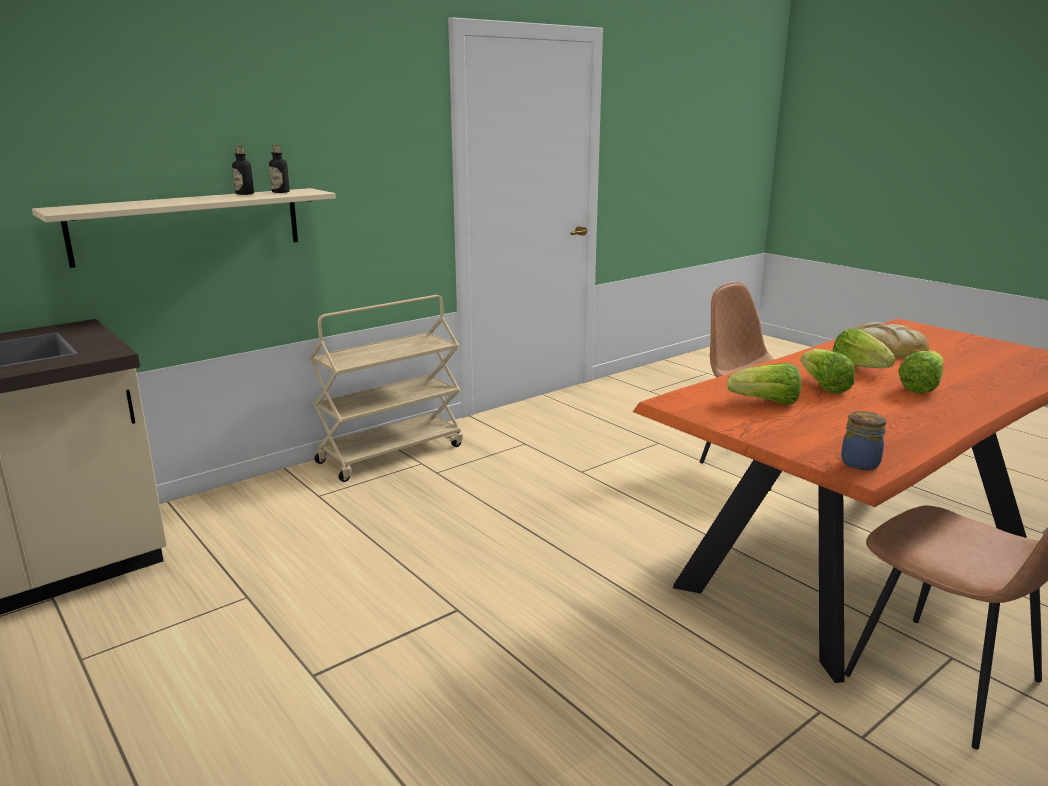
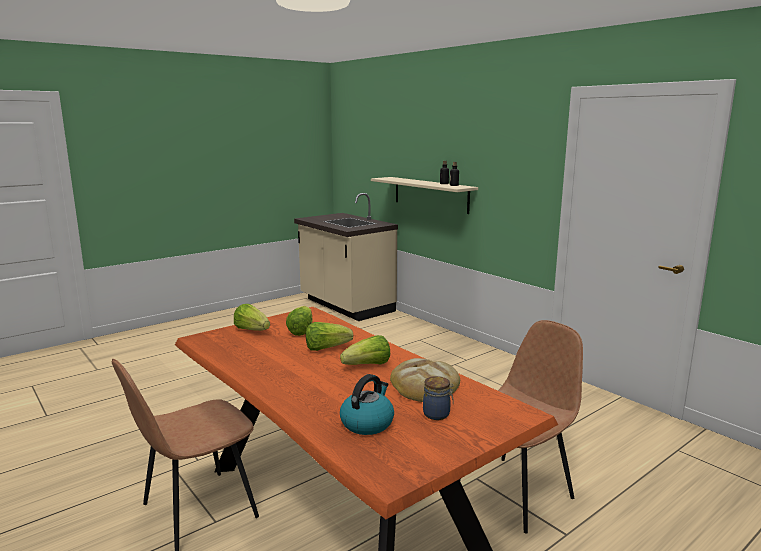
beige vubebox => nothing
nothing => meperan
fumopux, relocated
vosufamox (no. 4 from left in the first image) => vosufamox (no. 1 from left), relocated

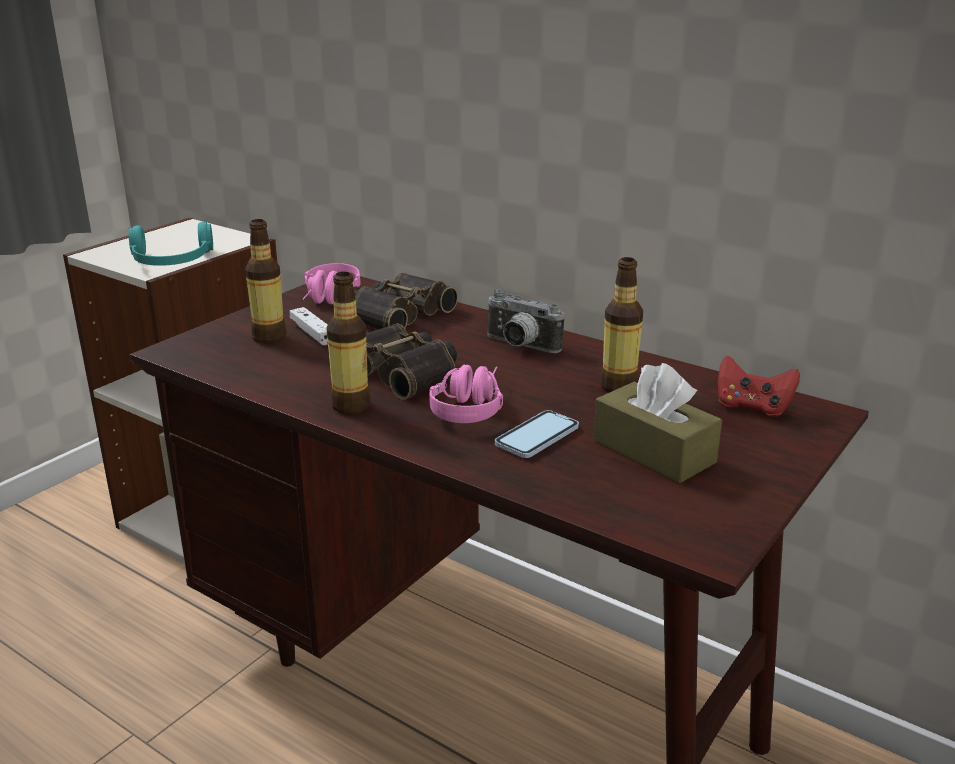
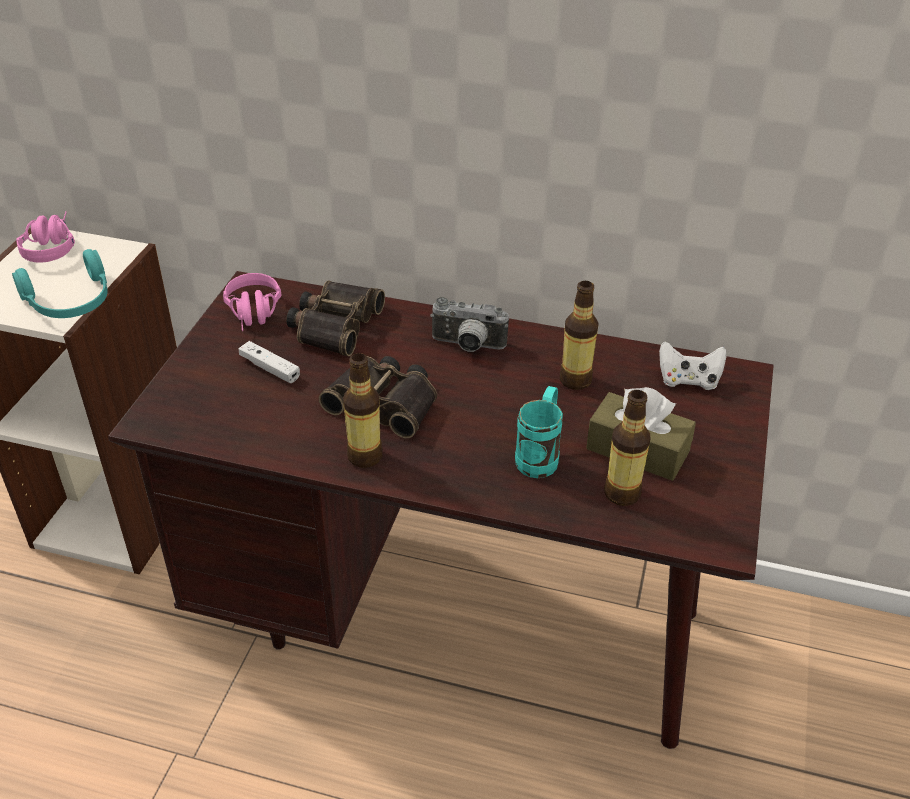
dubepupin (no. 1 from left in the first image) => dubepupin (no. 3 from left), relocated
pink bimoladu (no. 2 from left in the first image) => pink bimoladu (no. 1 from left), relocated
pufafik => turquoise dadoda
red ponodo => white ponodo (no. 2 from left)

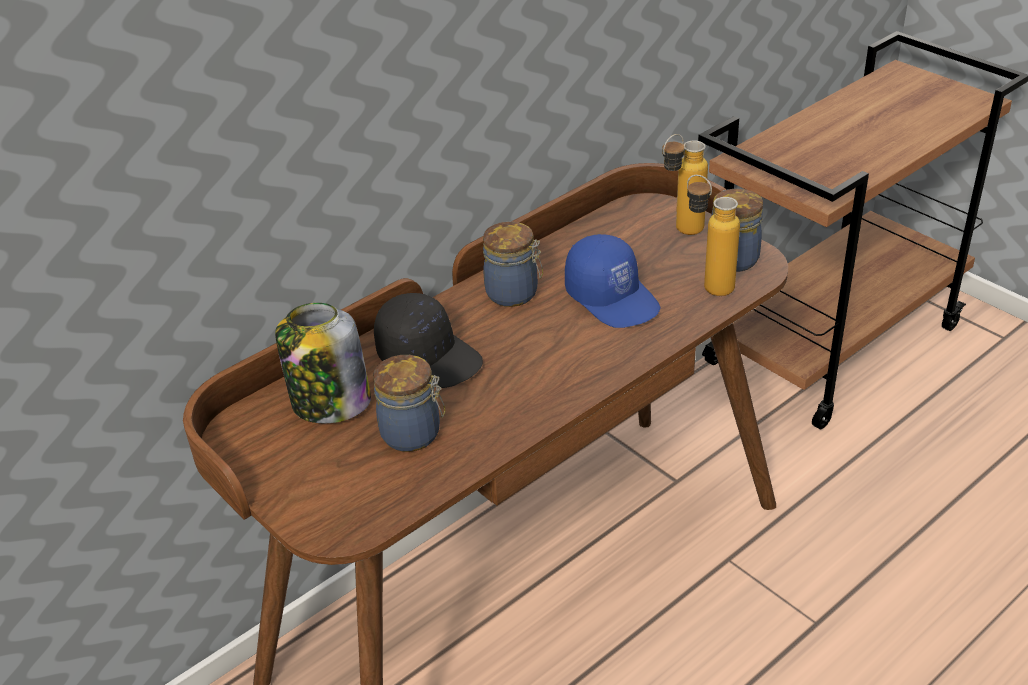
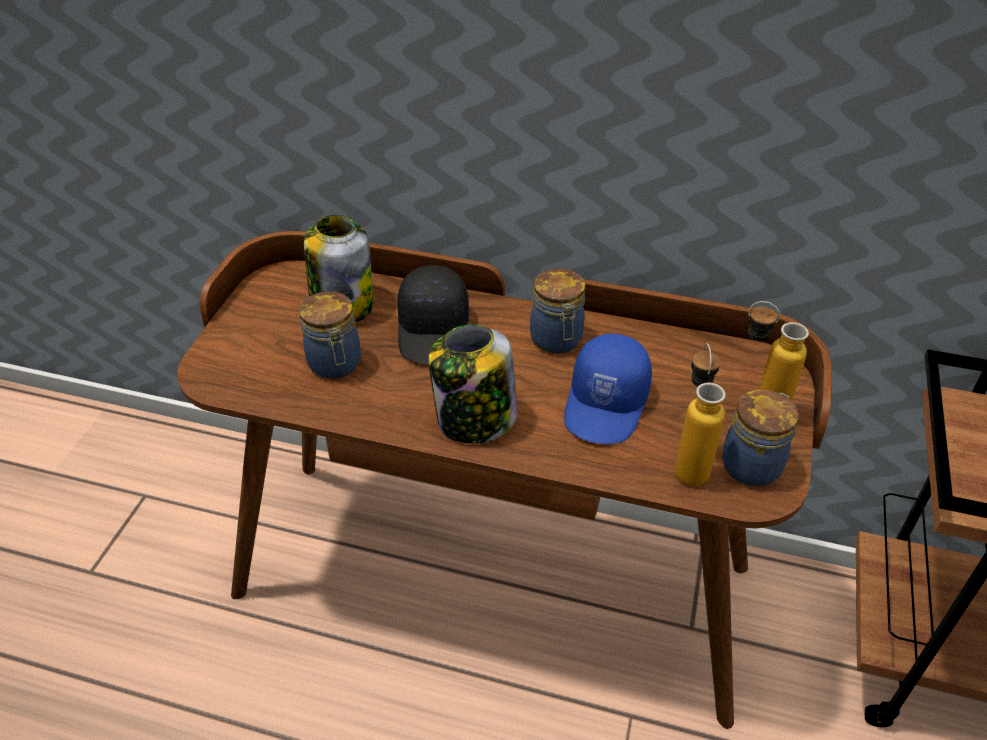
nothing => fumopux (no. 3 from left)

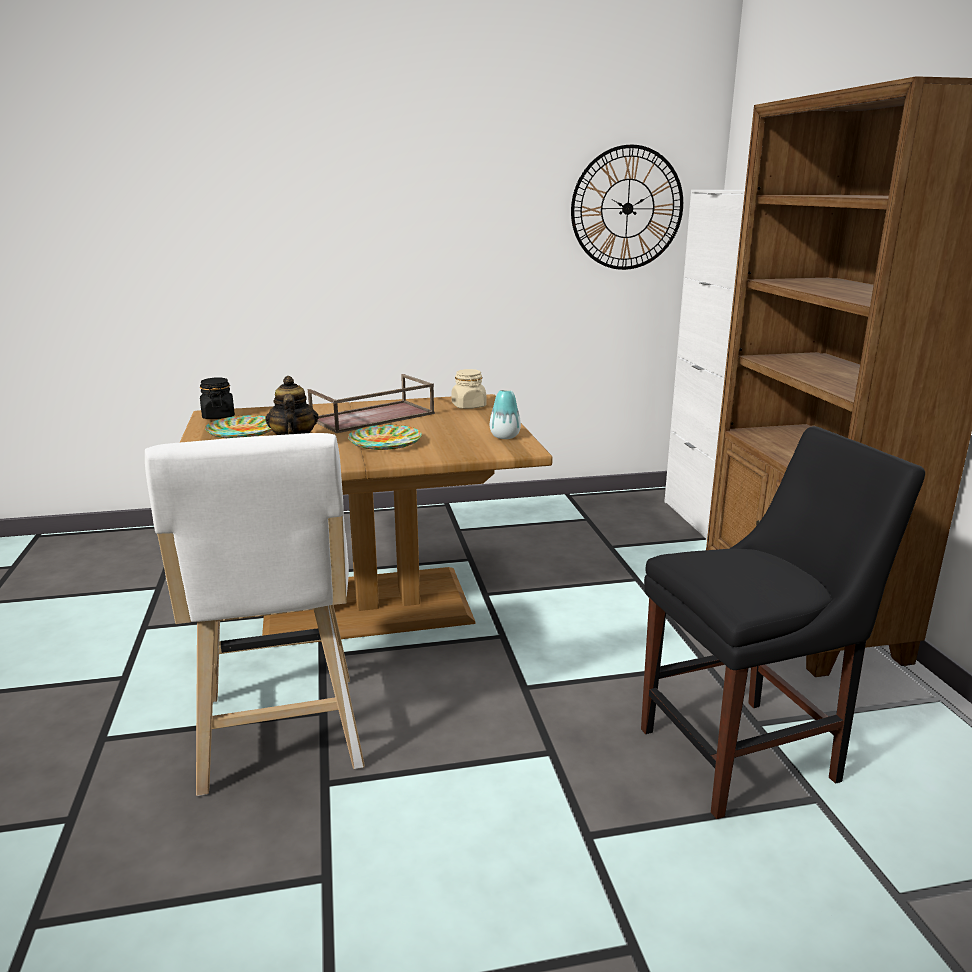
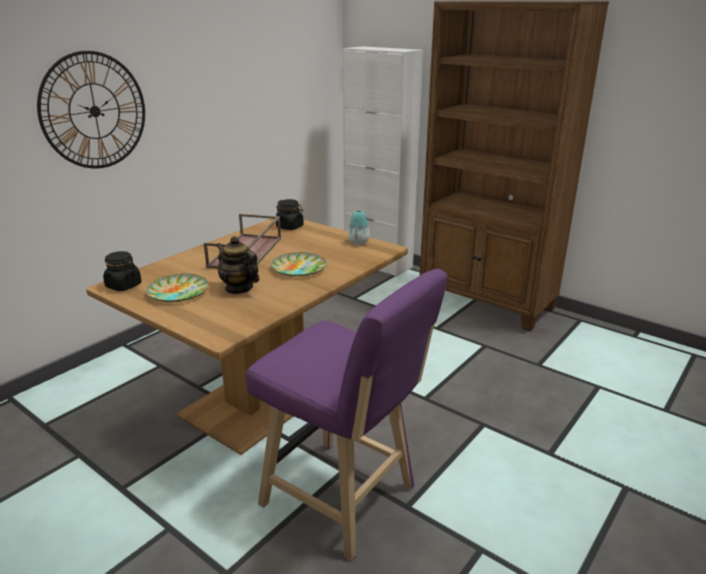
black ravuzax => nothing
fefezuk, relocated
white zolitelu => purple zolitelu
beige fumopux => black fumopux (no. 2 from left)

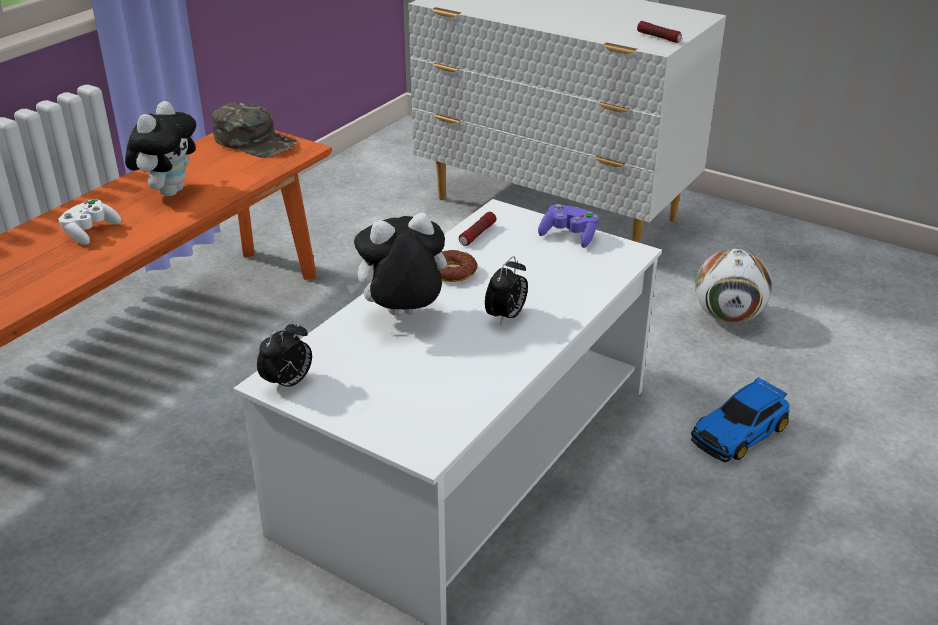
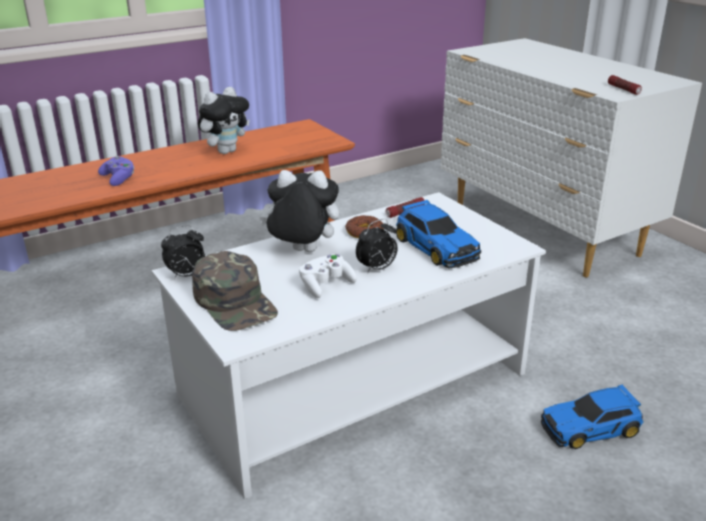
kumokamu => nothing
nothing => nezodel (no. 1 from left)
white ponodo, relocated
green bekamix, relocated
purple ponodo, relocated

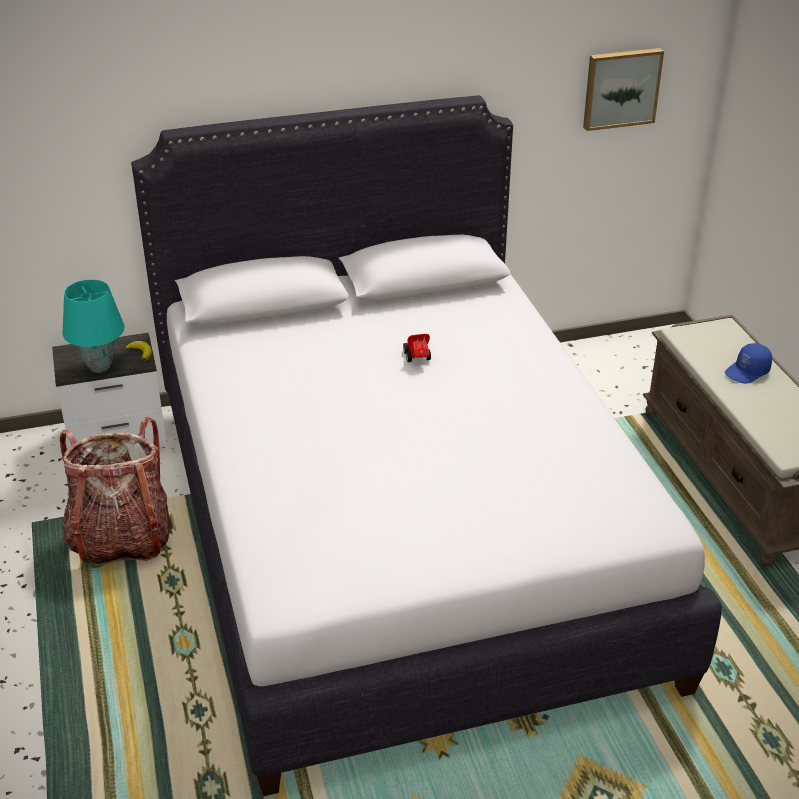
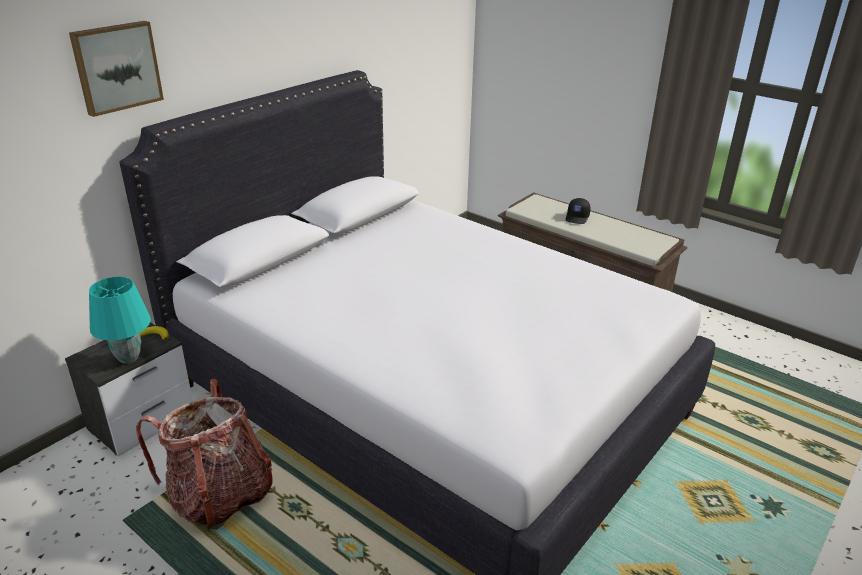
nezodel => nothing
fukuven, relocated
blue bekamix => black bekamix

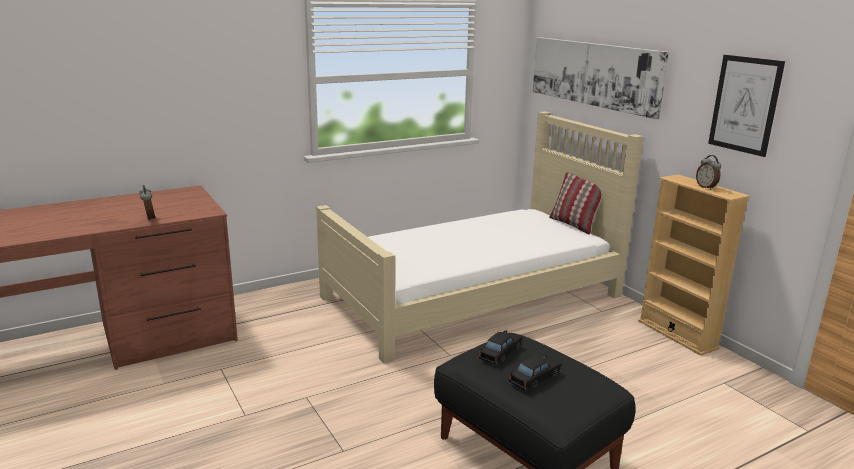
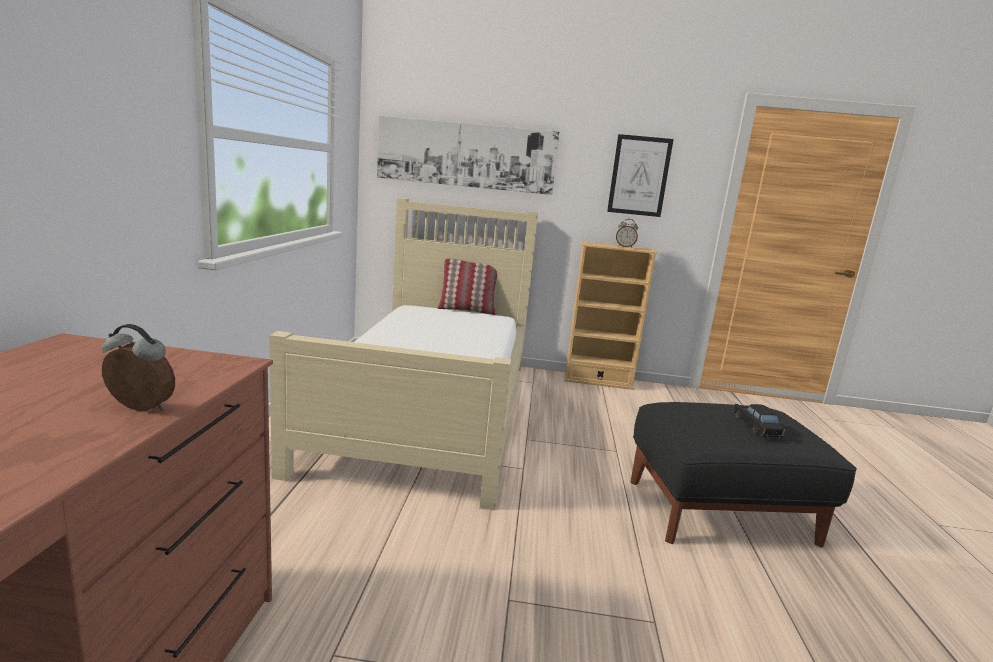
black nezodel (no. 1 from left) => nothing

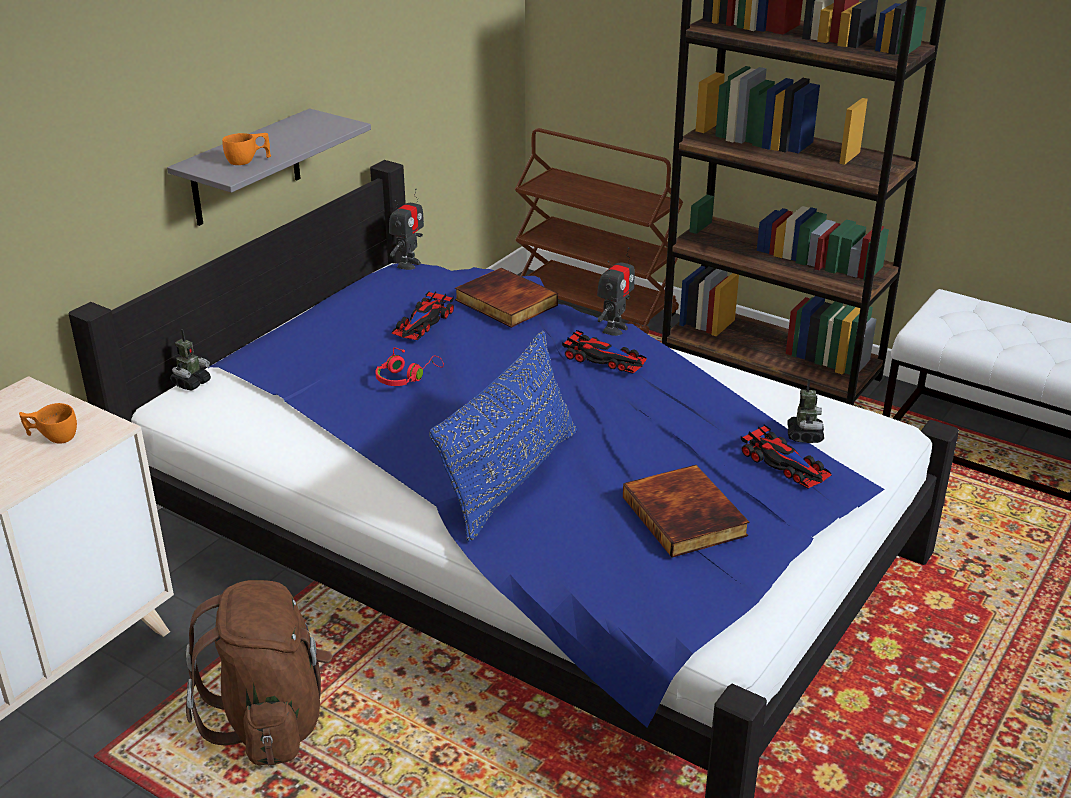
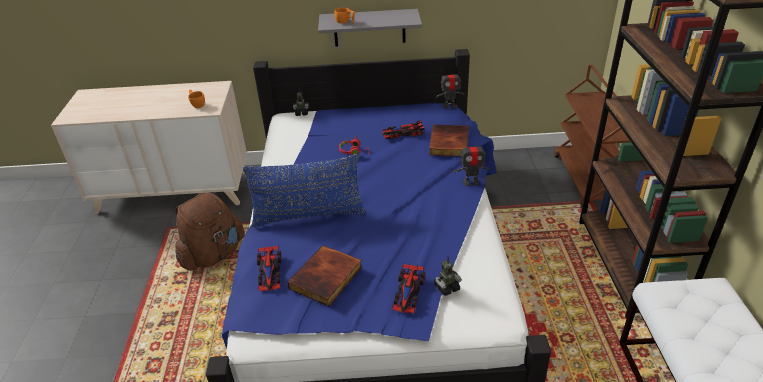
nezodel (no. 2 from left in the first image) => nezodel (no. 1 from left), relocated

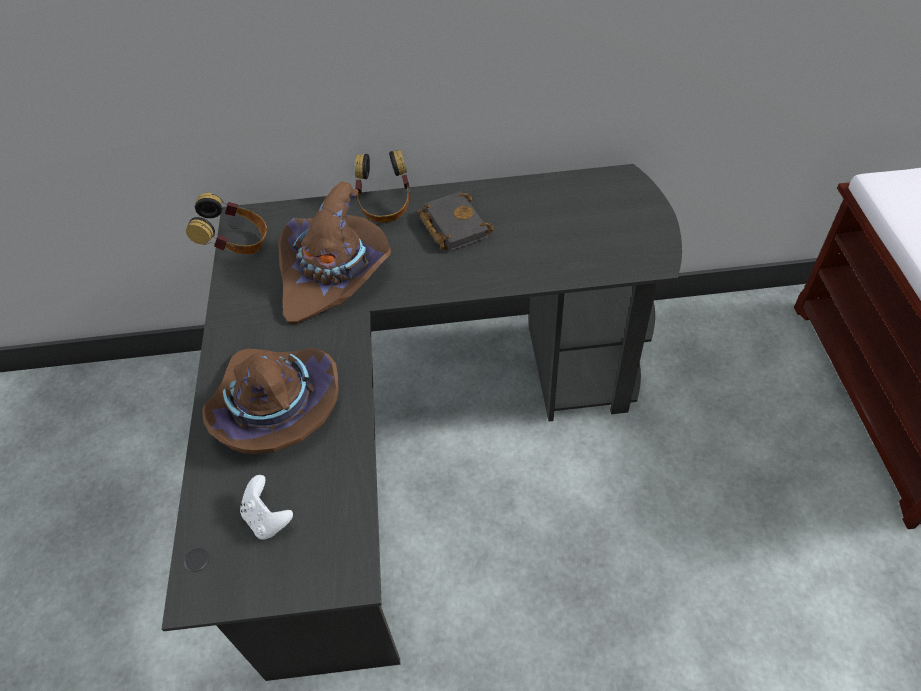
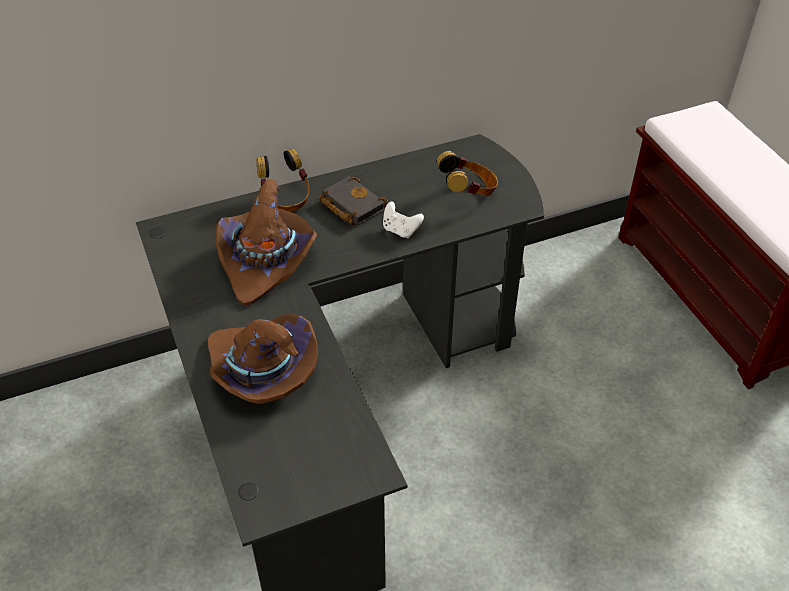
bimoladu (no. 1 from left in the first image) => bimoladu (no. 2 from left), relocated
white ponodo, relocated

